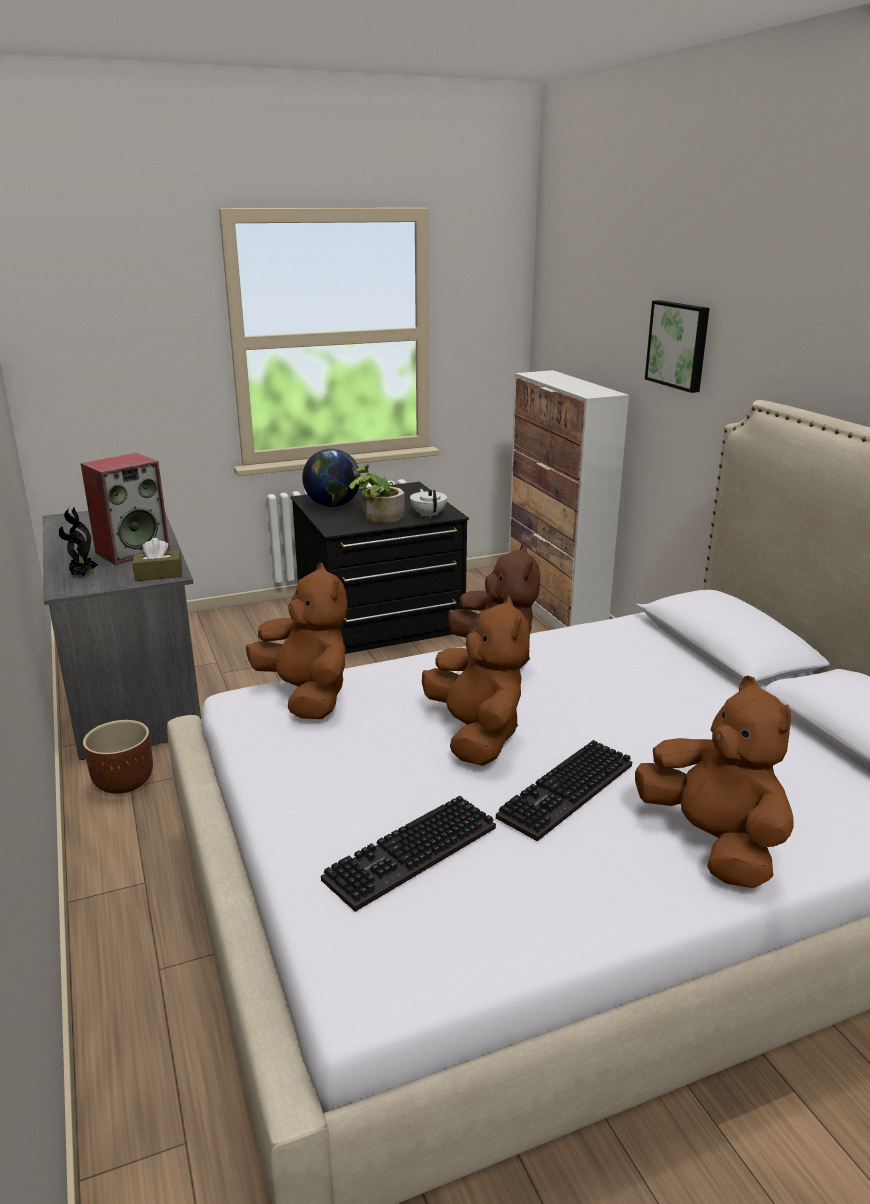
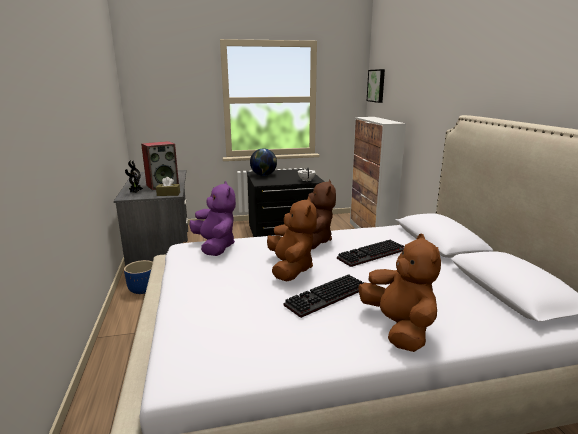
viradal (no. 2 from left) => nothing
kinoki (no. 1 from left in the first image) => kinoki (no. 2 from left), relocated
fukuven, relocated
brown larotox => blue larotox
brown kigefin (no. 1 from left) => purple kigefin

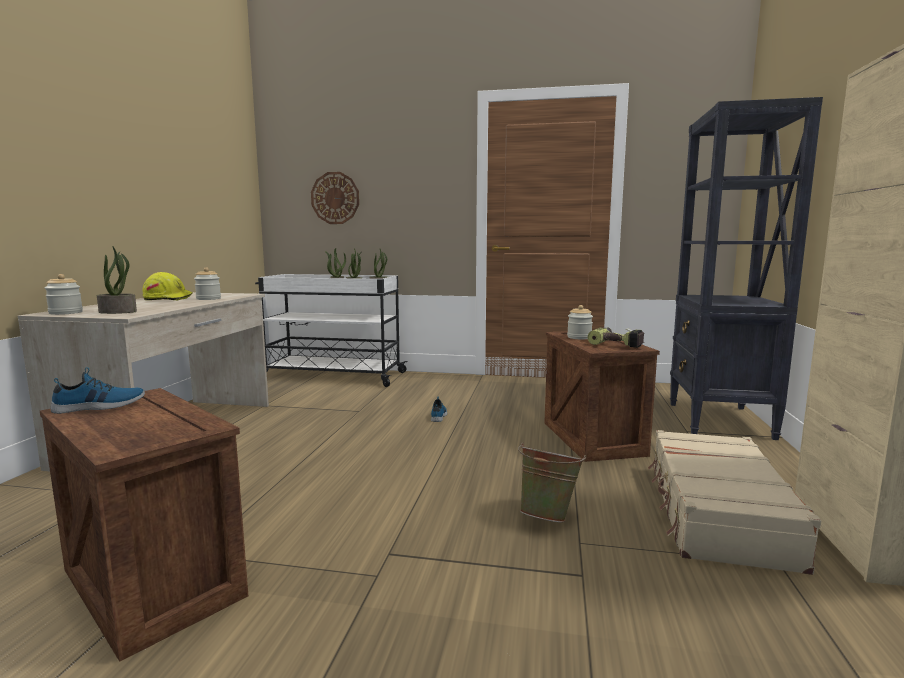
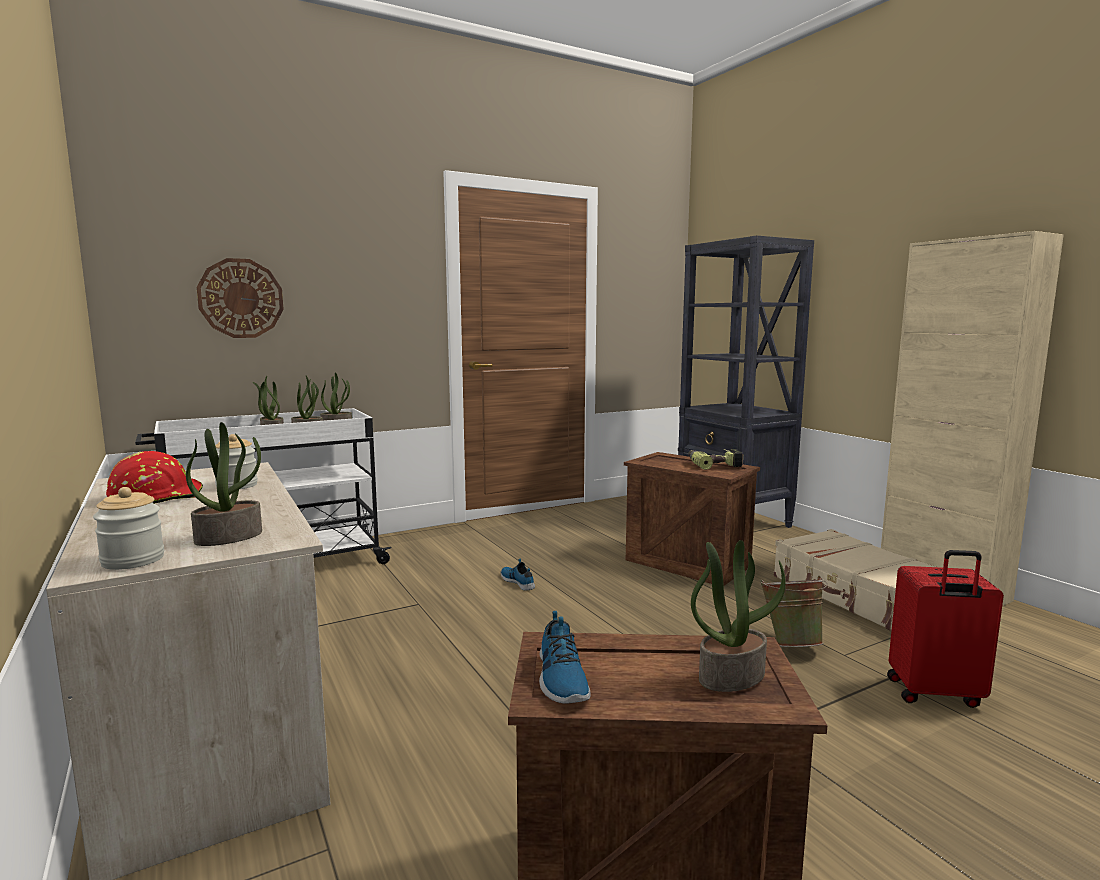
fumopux (no. 3 from left) => nothing
nothing => viradal (no. 5 from left)
nothing => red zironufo
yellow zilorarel => red zilorarel
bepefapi (no. 1 from left in the first image) => bepefapi (no. 2 from left), 150 degrees clockwise

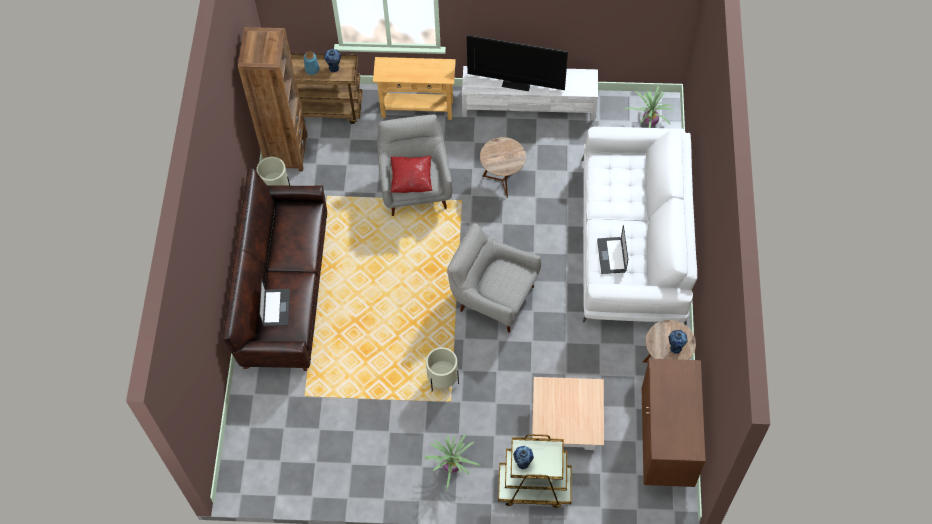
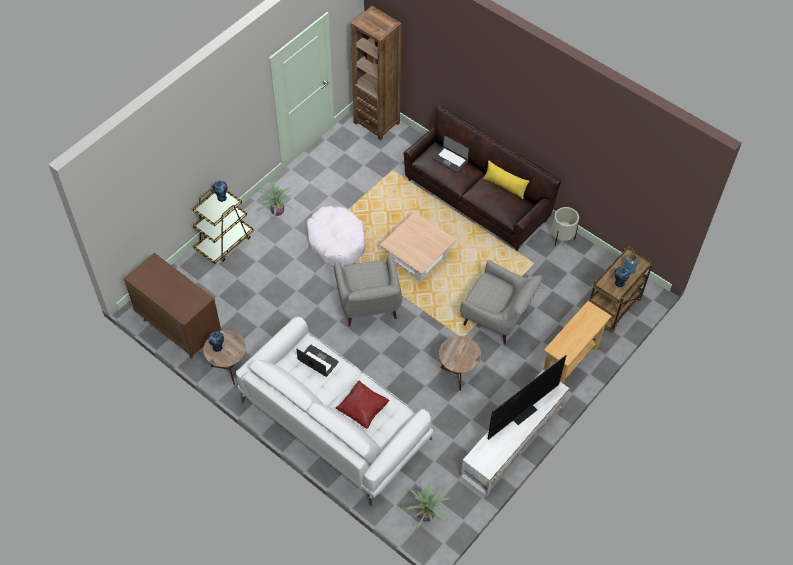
nothing => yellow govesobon
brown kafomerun, relocated
red govesobon, relocated
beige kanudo, relocated
beige larotox (no. 2 from left) => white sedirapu
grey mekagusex (no. 2 from left in the first image) => grey mekagusex (no. 1 from left), 105 degrees clockwise

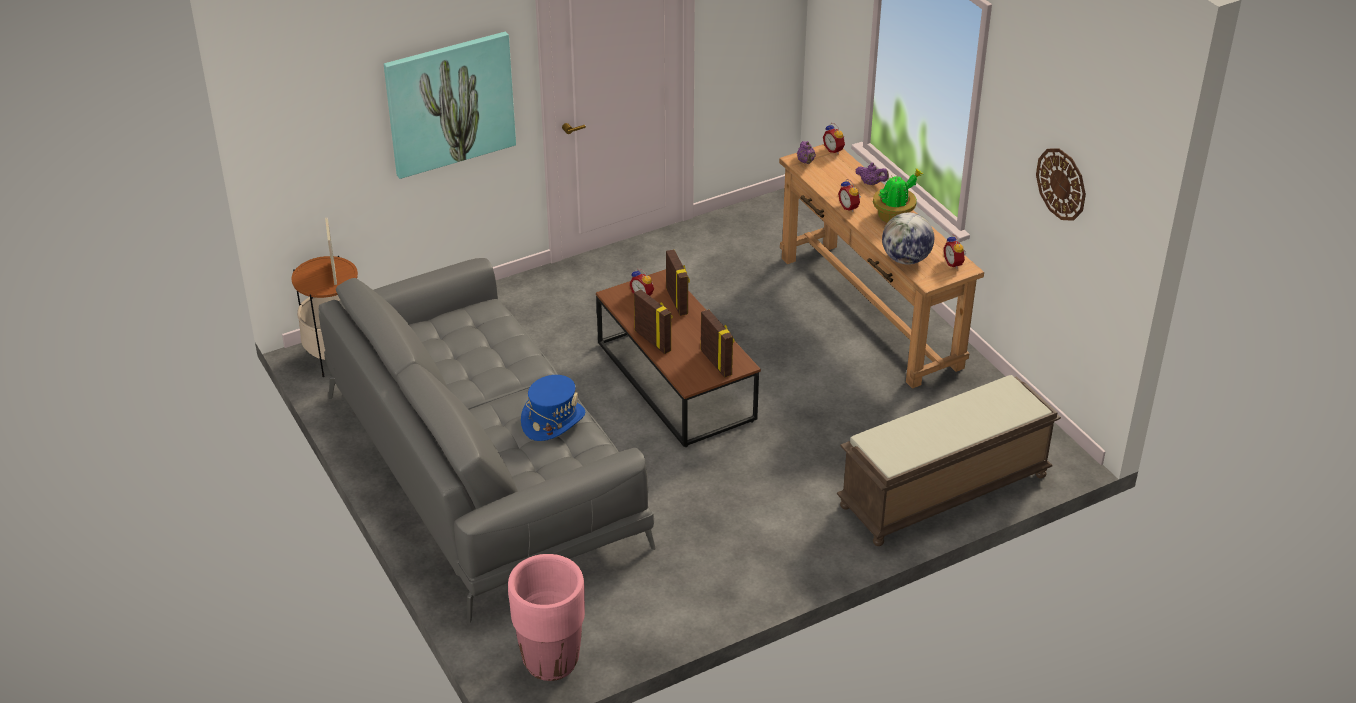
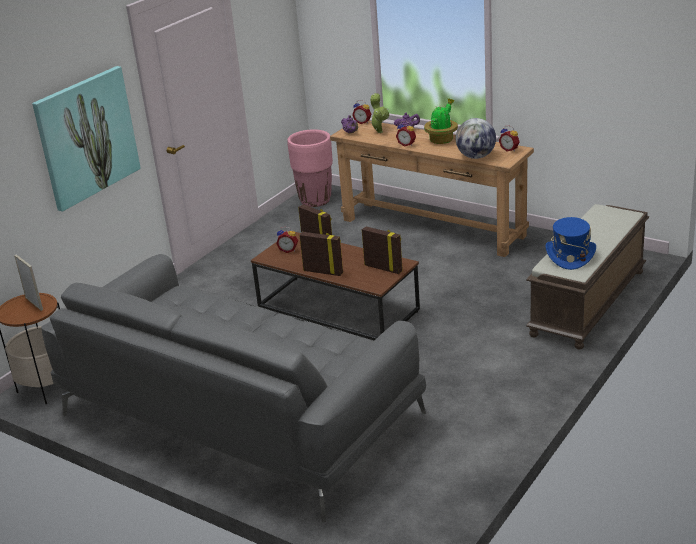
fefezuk => nothing
nothing => viradal (no. 1 from left)
pink larotox, relocated
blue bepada, relocated

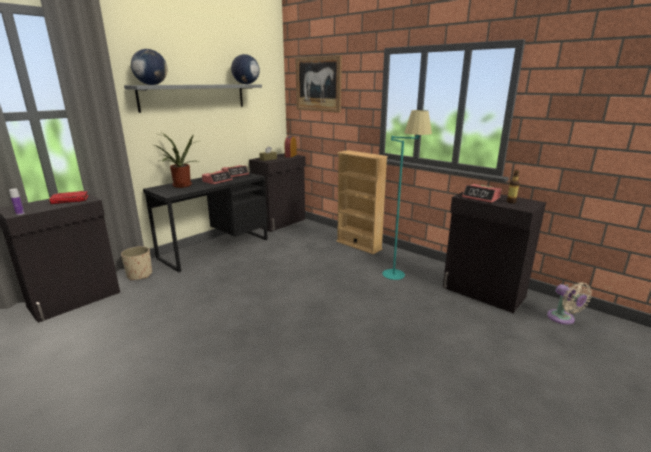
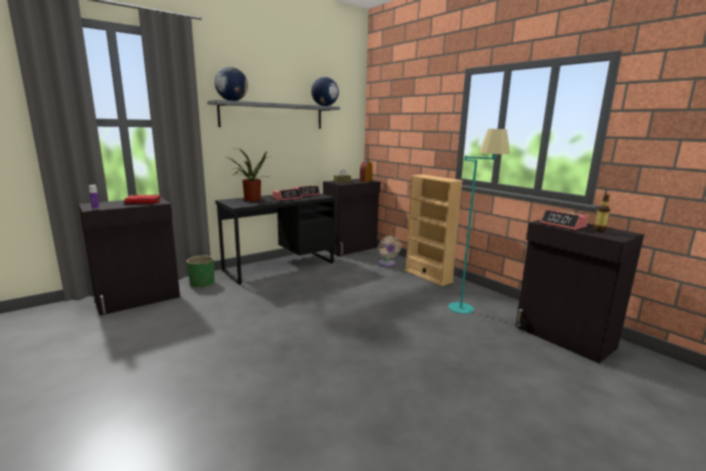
fukuven => nothing
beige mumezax, relocated
beige larotox => green larotox

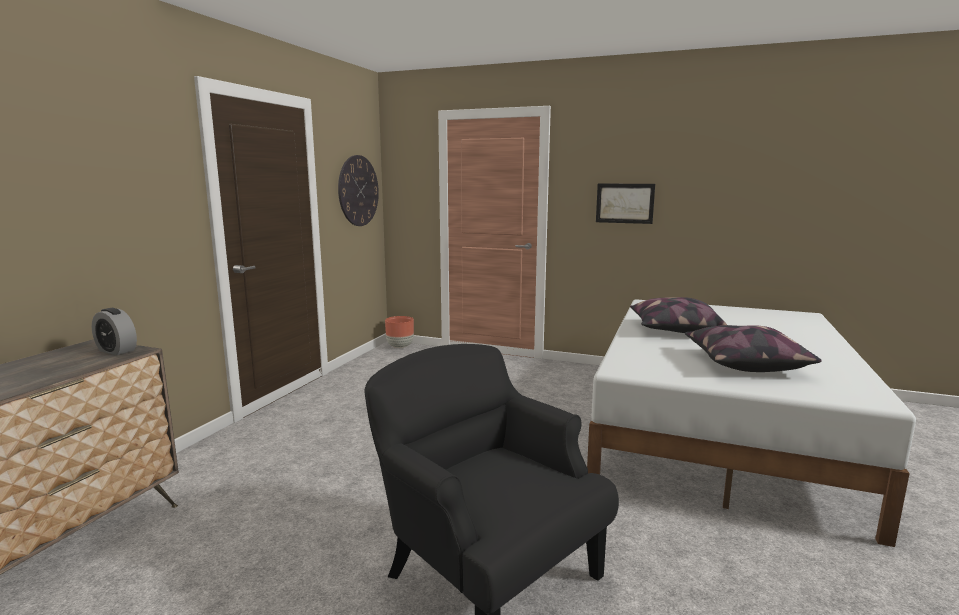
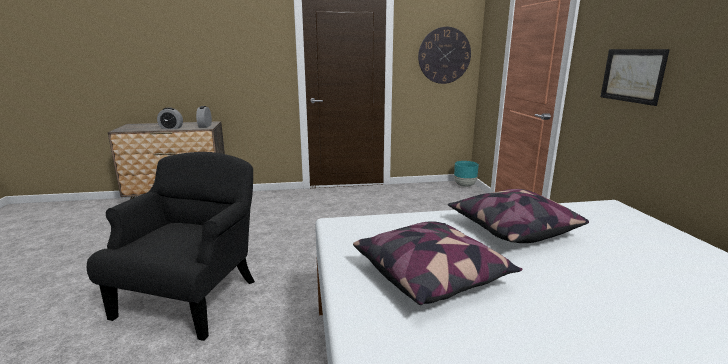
nothing => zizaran (no. 1 from left)
brown larotox => turquoise larotox

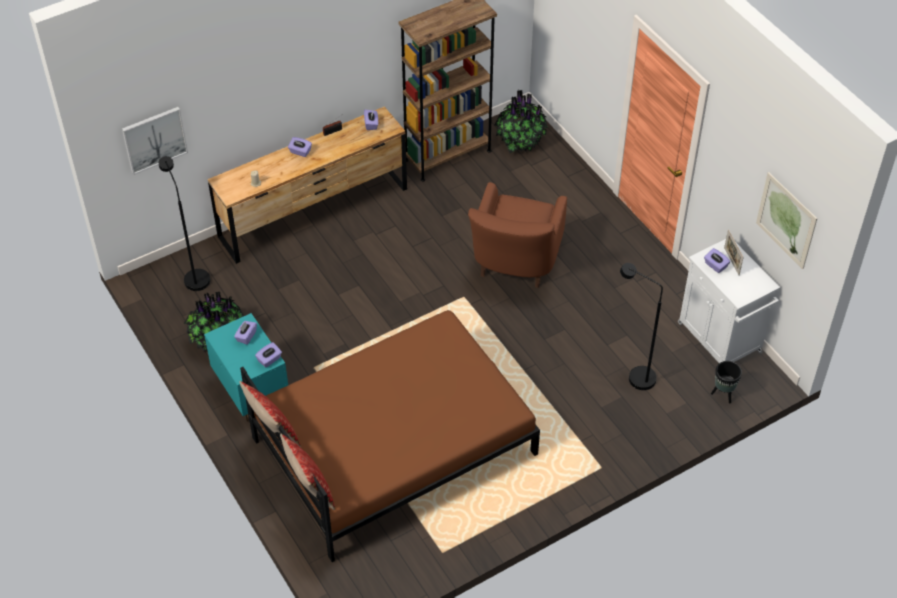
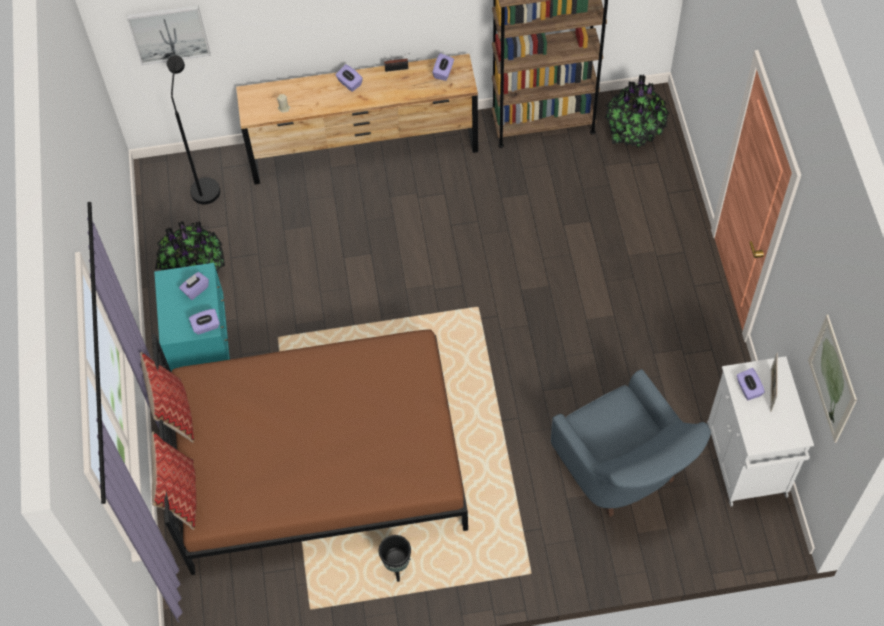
brown mekagusex => nothing
black larotox, relocated
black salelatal (no. 2 from left) => blue mekagusex

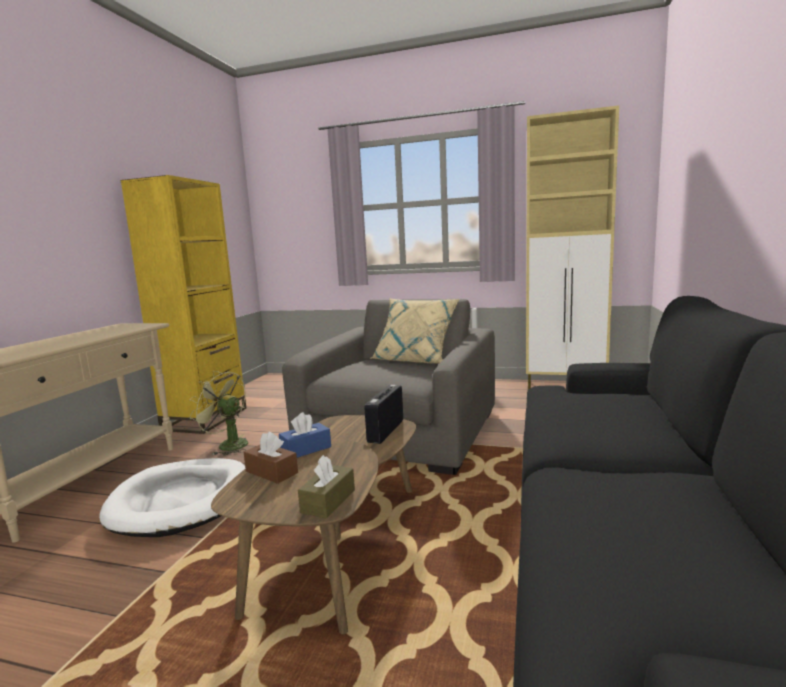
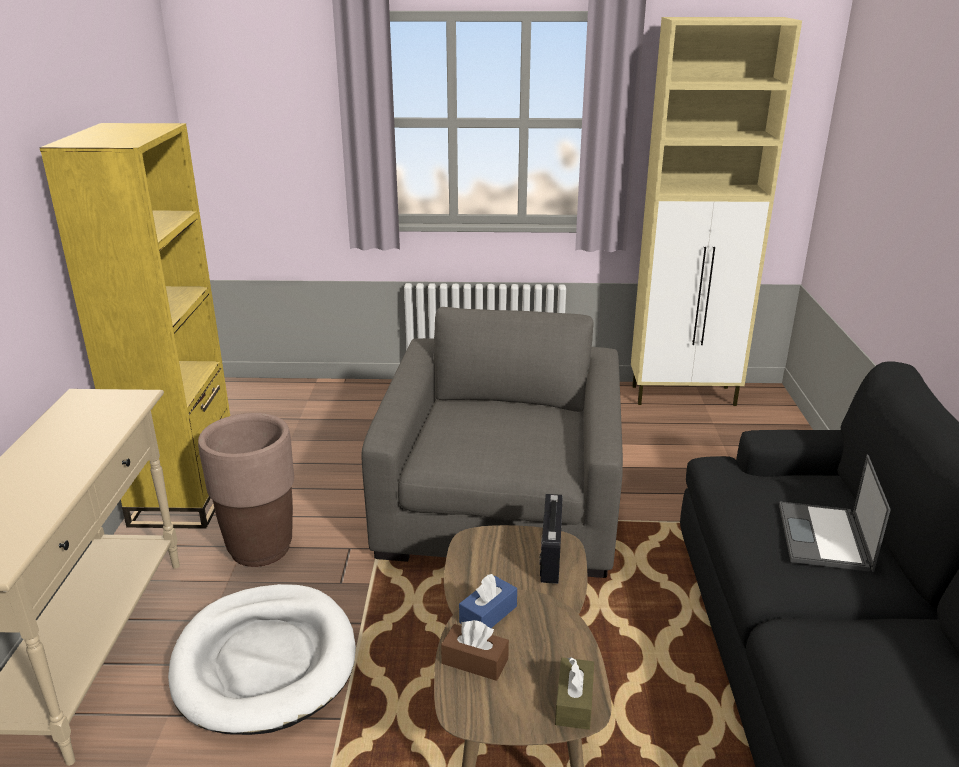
beige govesobon => nothing
nothing => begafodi
green mumezax => brown larotox

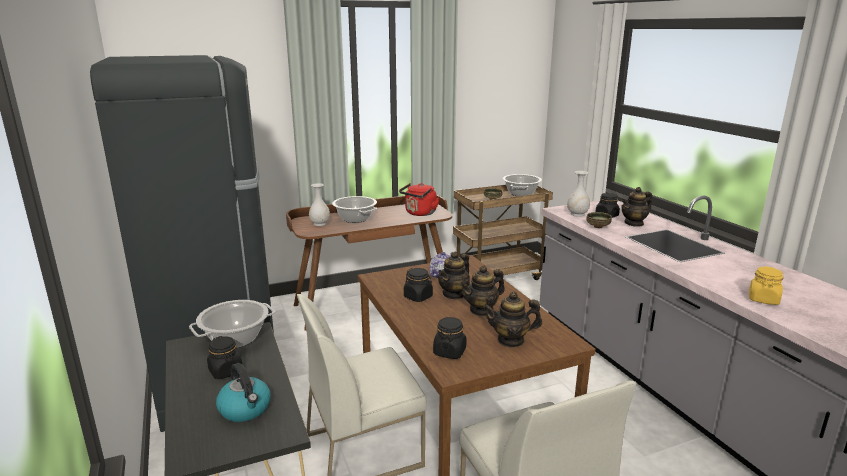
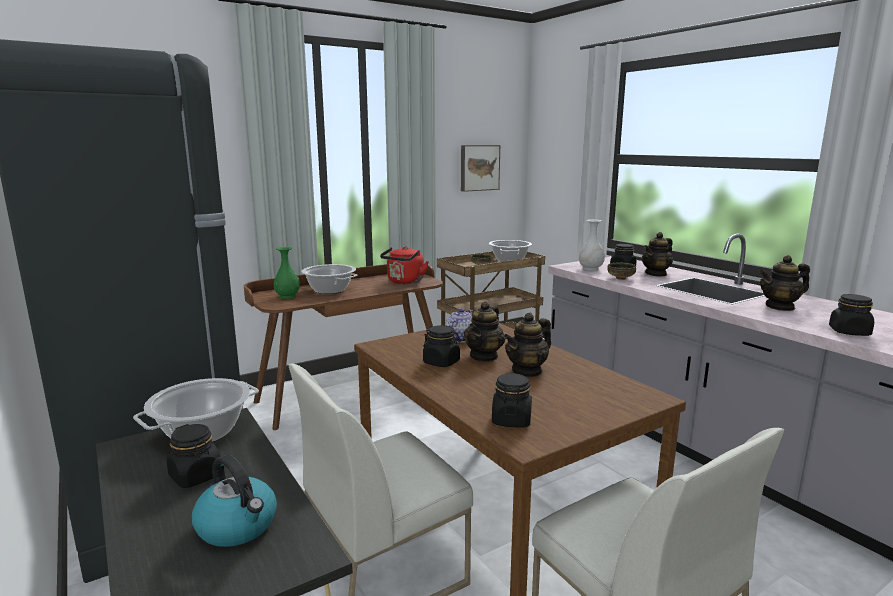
nothing => fukuven
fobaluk (no. 4 from left in the first image) => fobaluk (no. 5 from left), relocated
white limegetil (no. 1 from left) => green limegetil
yellow fumopux => black fumopux (no. 5 from left)

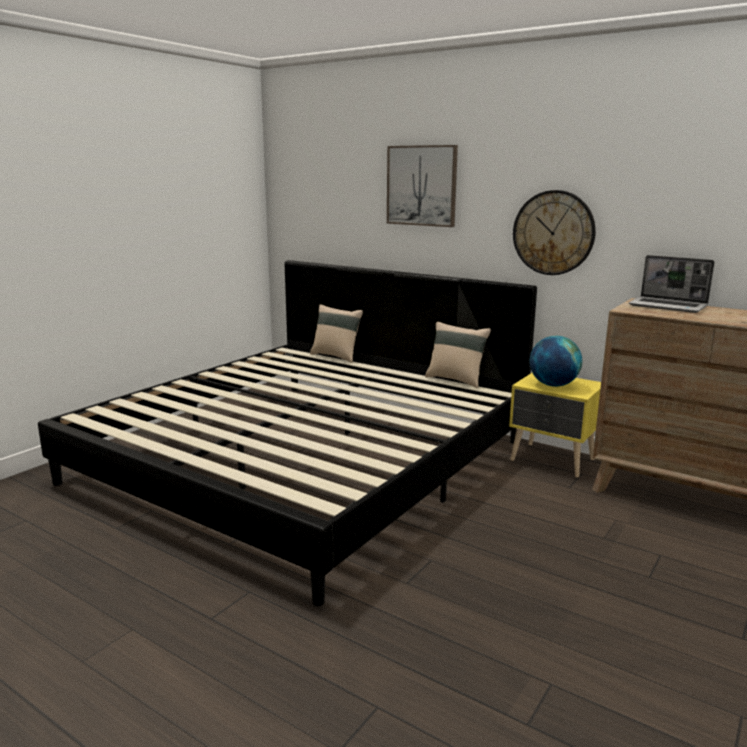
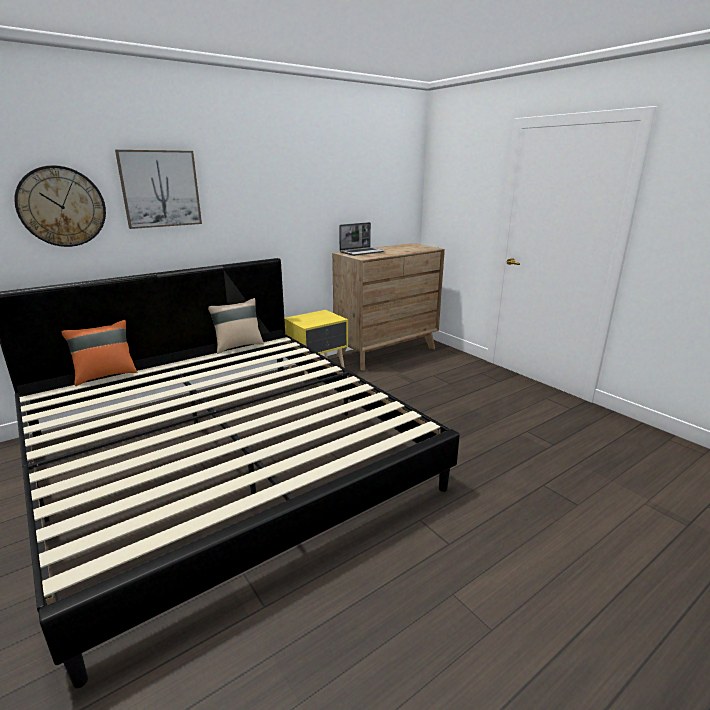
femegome => nothing
fefezuk, relocated
beige govesobon (no. 1 from left) => orange govesobon

